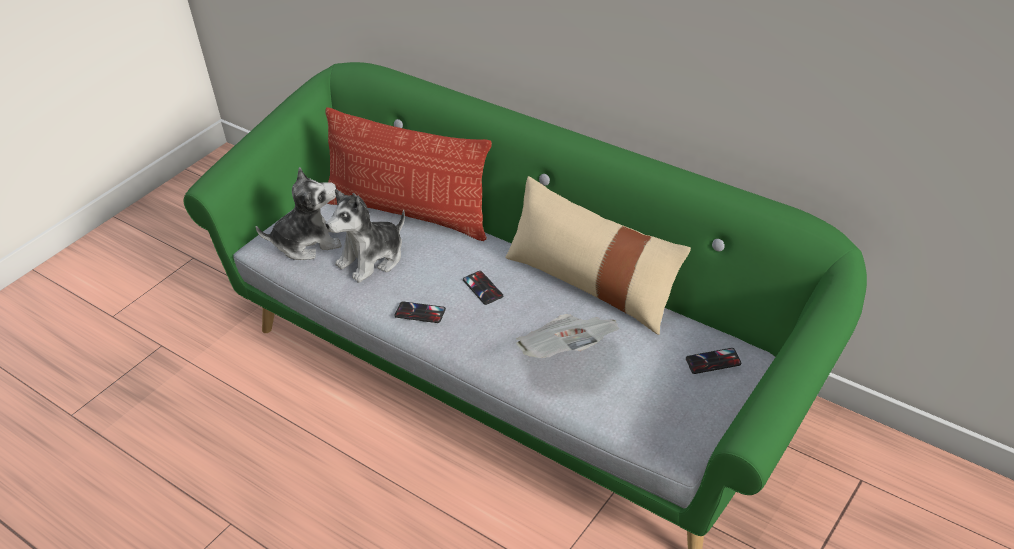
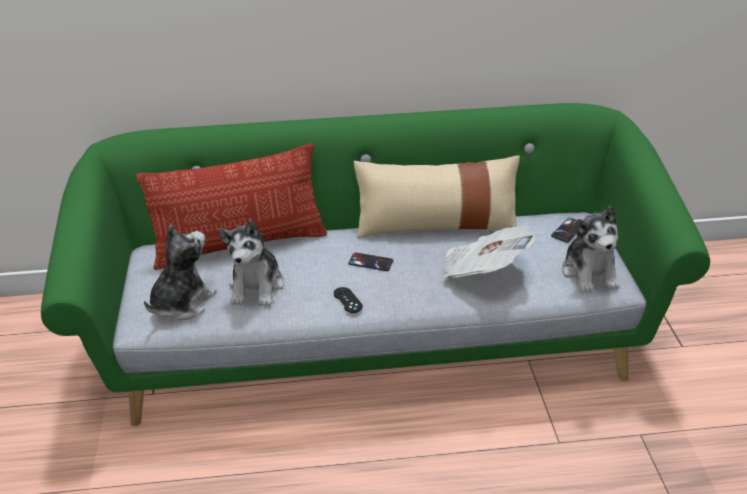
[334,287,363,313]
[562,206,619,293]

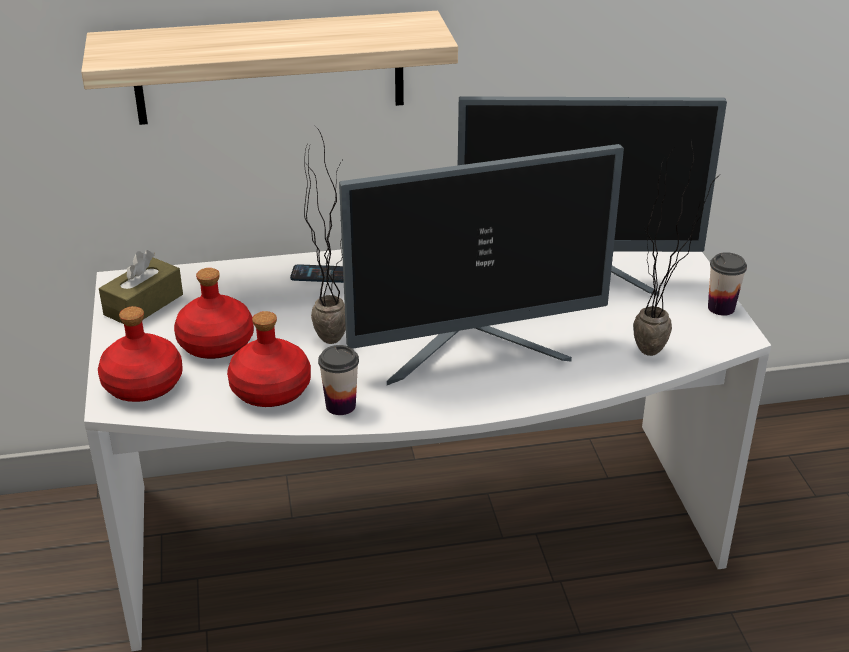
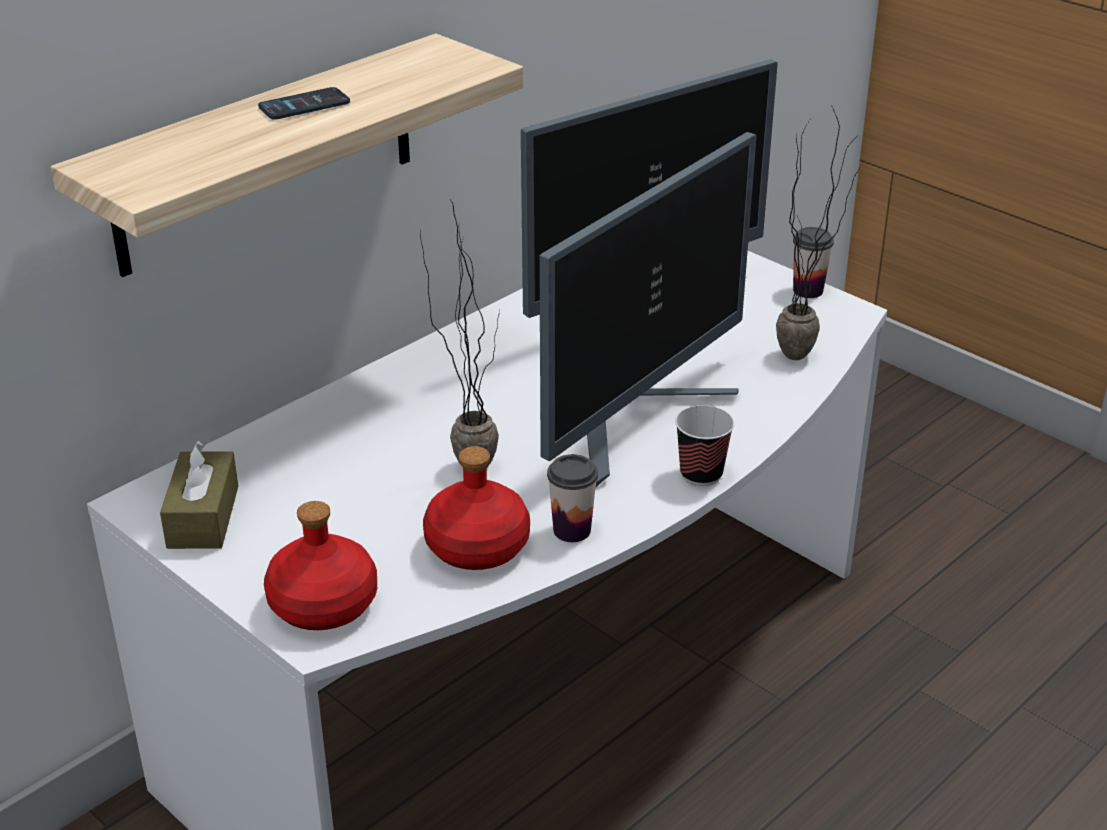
[258,87,350,120]
[174,268,254,359] (first image)
[675,405,734,486]

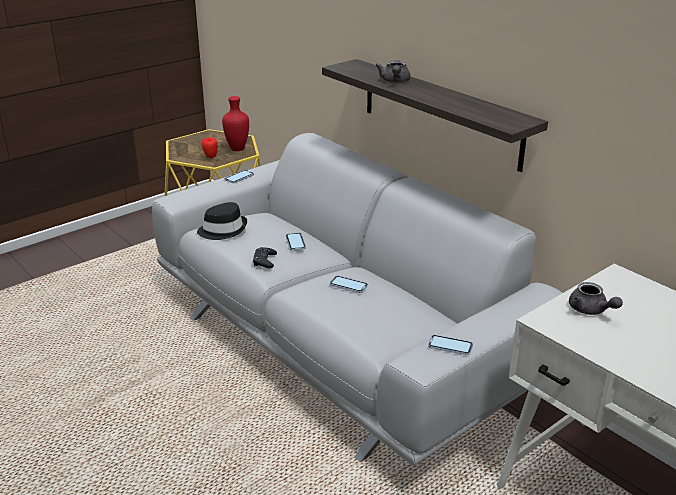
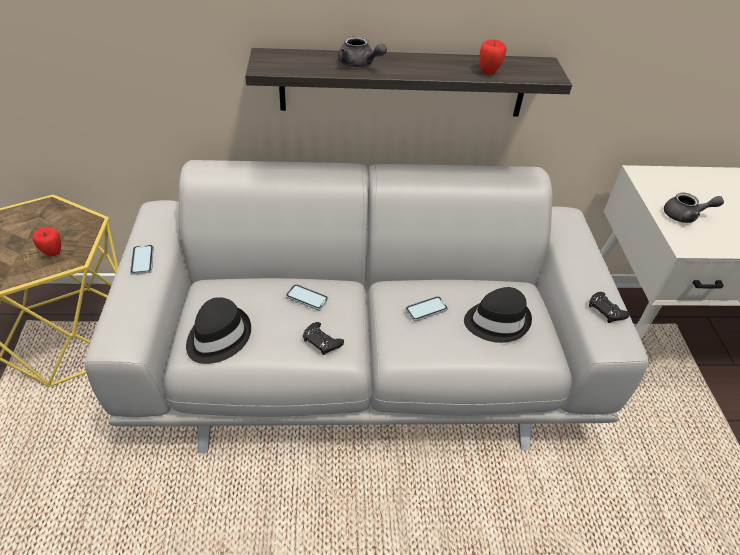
[222,96,249,151] (first image)
[589,292,630,323]
[479,39,507,75]
[464,287,532,343]

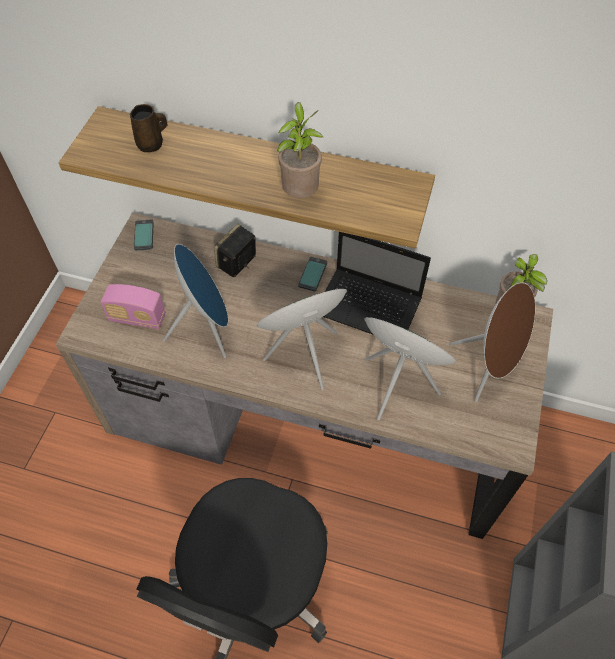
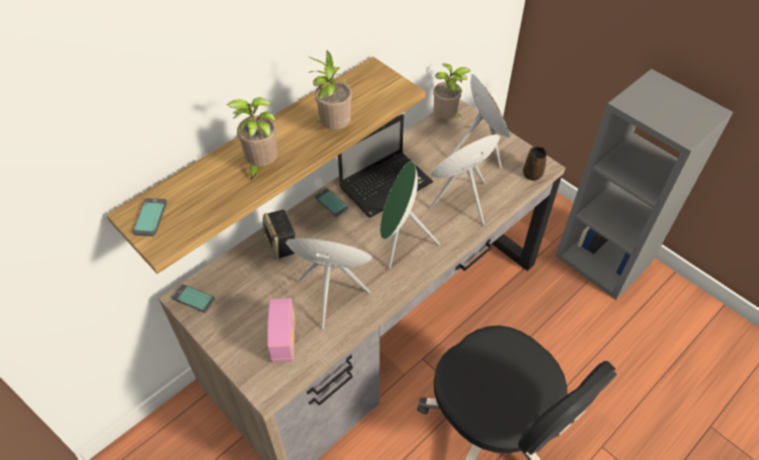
[523,146,547,181]
[267,298,295,363]
[227,97,278,181]
[133,198,167,236]

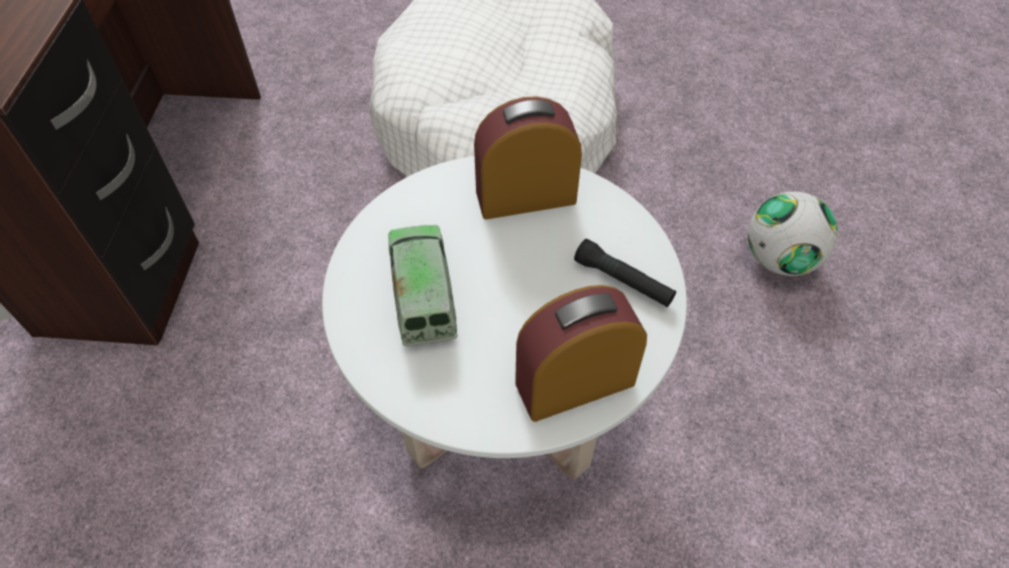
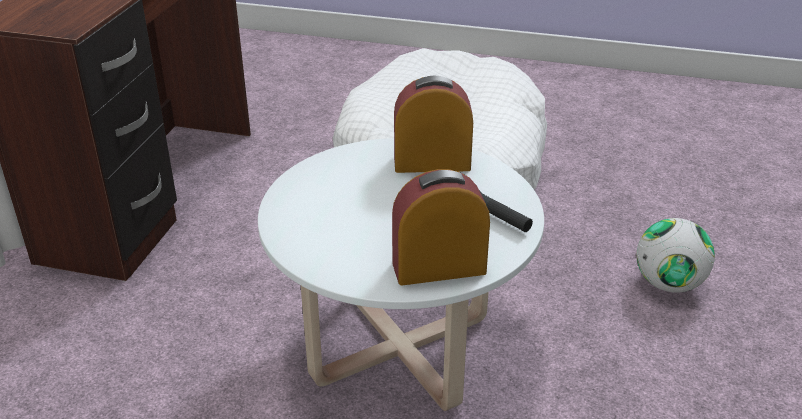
[388,225,458,346] (first image)

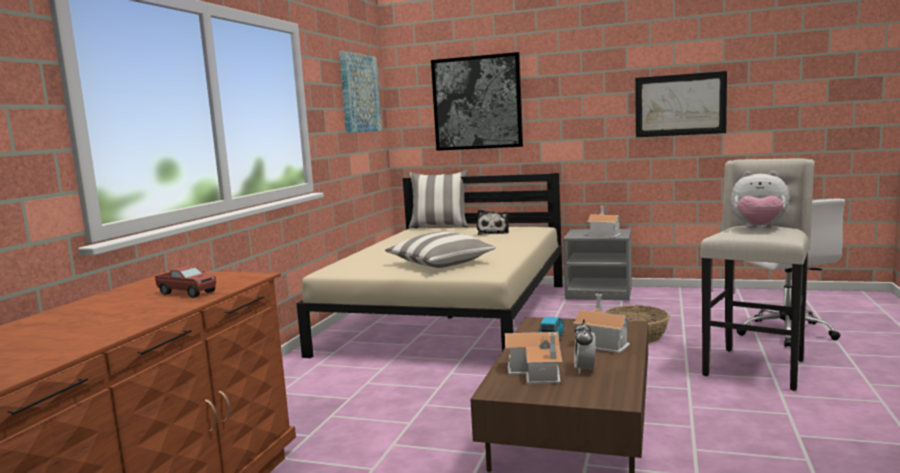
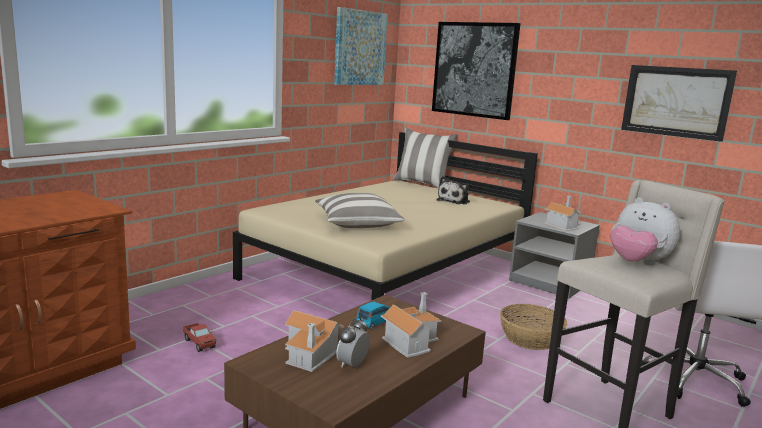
[183,323,216,352]

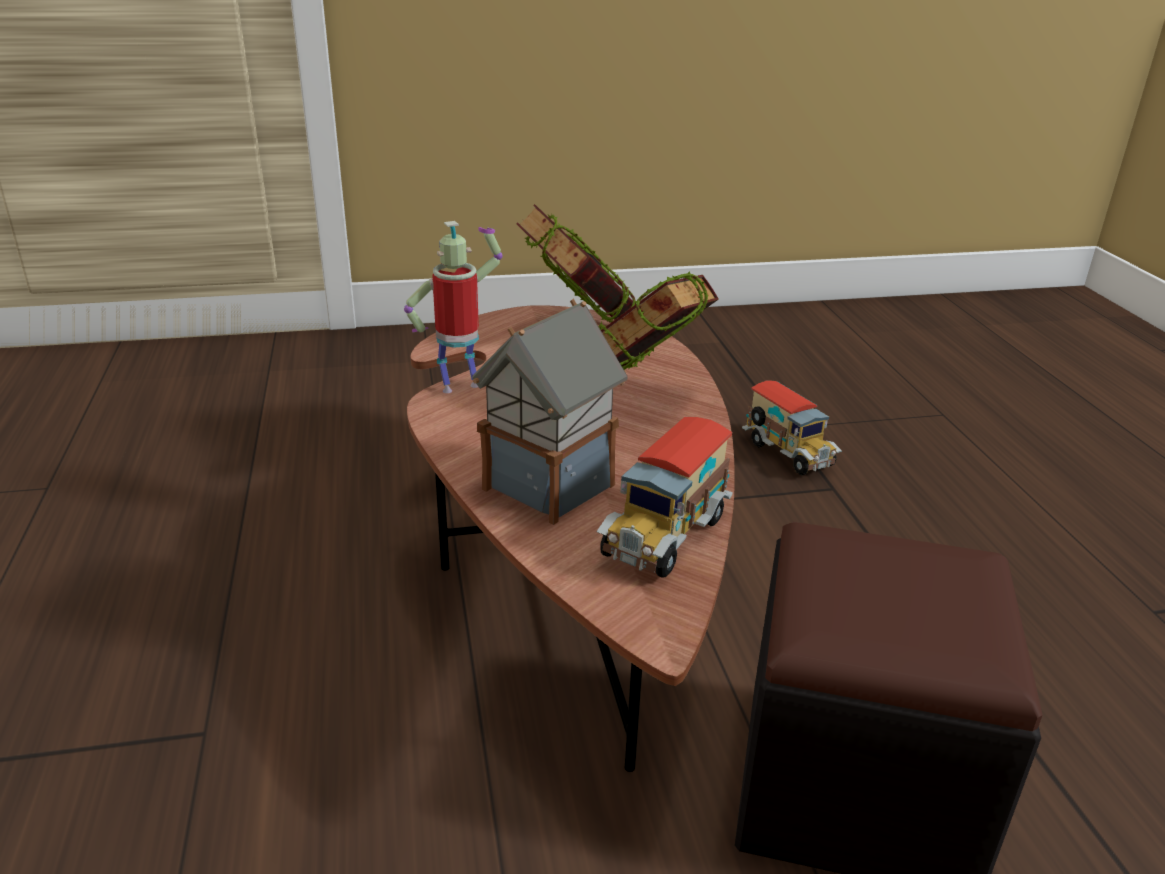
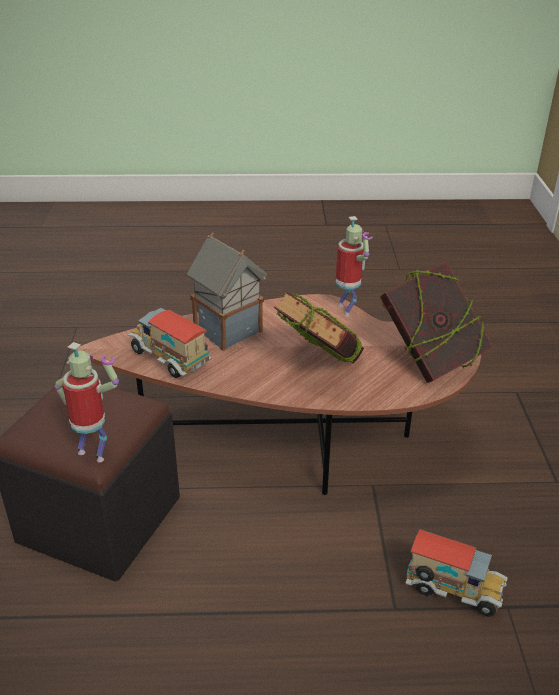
[406,530,508,617]
[55,342,119,462]

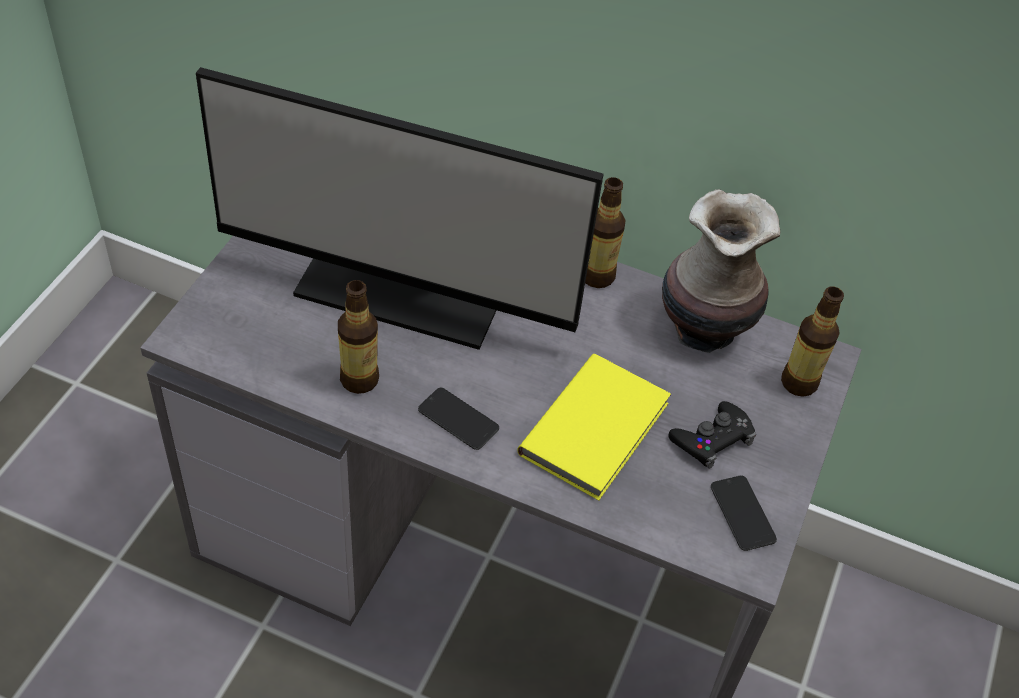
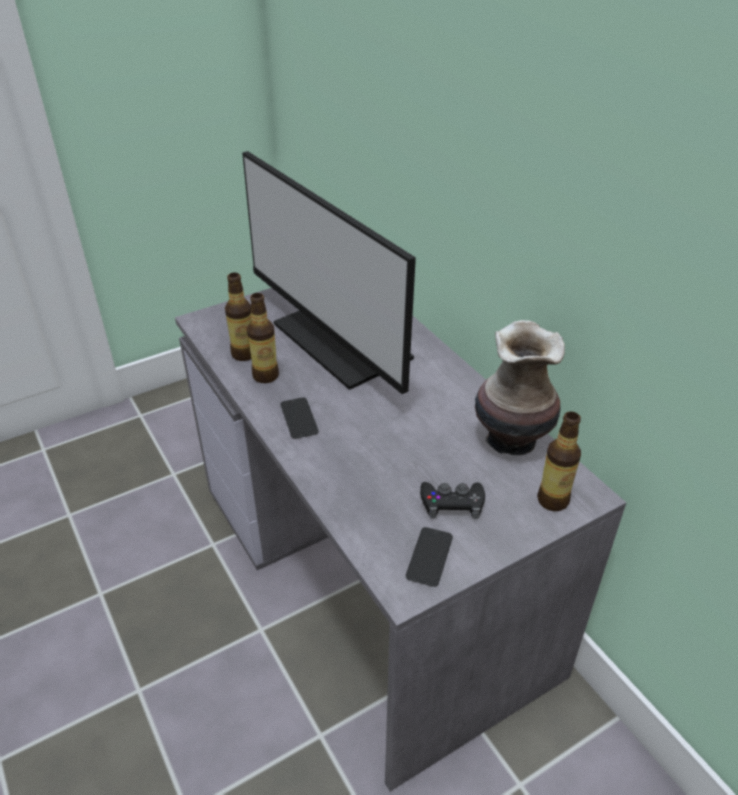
[225,272,252,361]
[517,354,671,500] (first image)

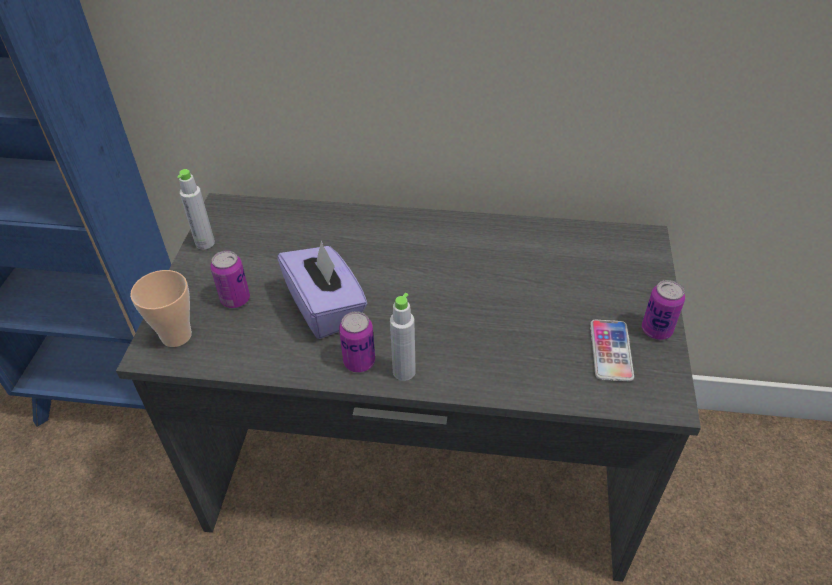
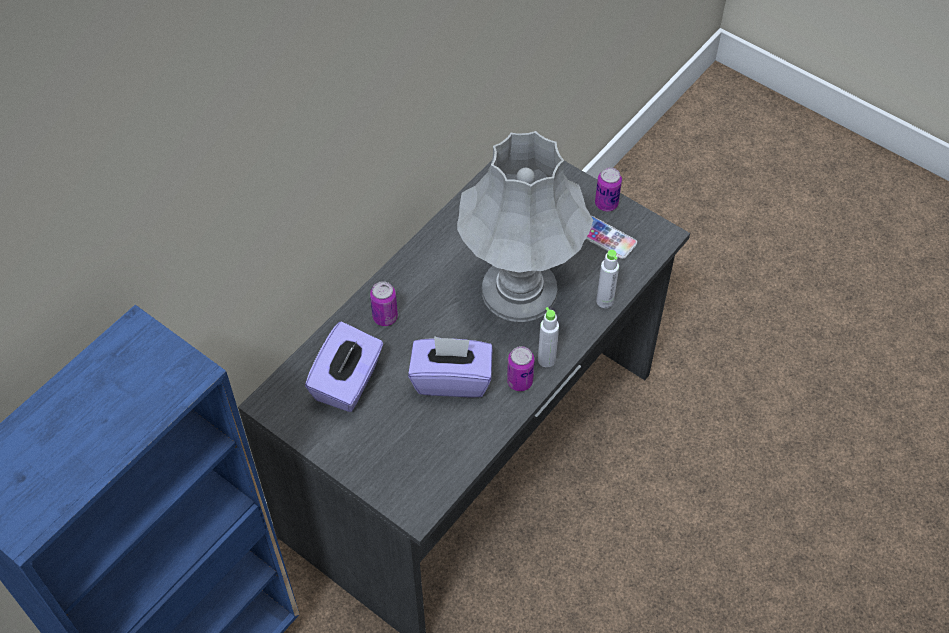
[596,250,619,308]
[370,281,398,326]
[130,270,192,347] (first image)
[457,131,593,322]
[305,321,383,412]

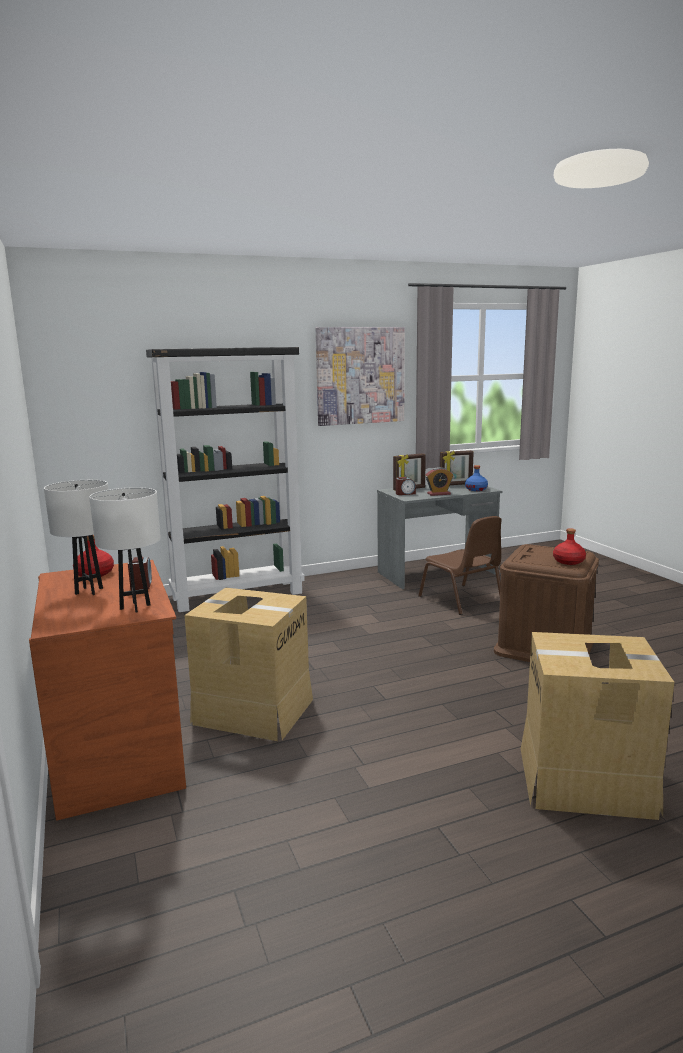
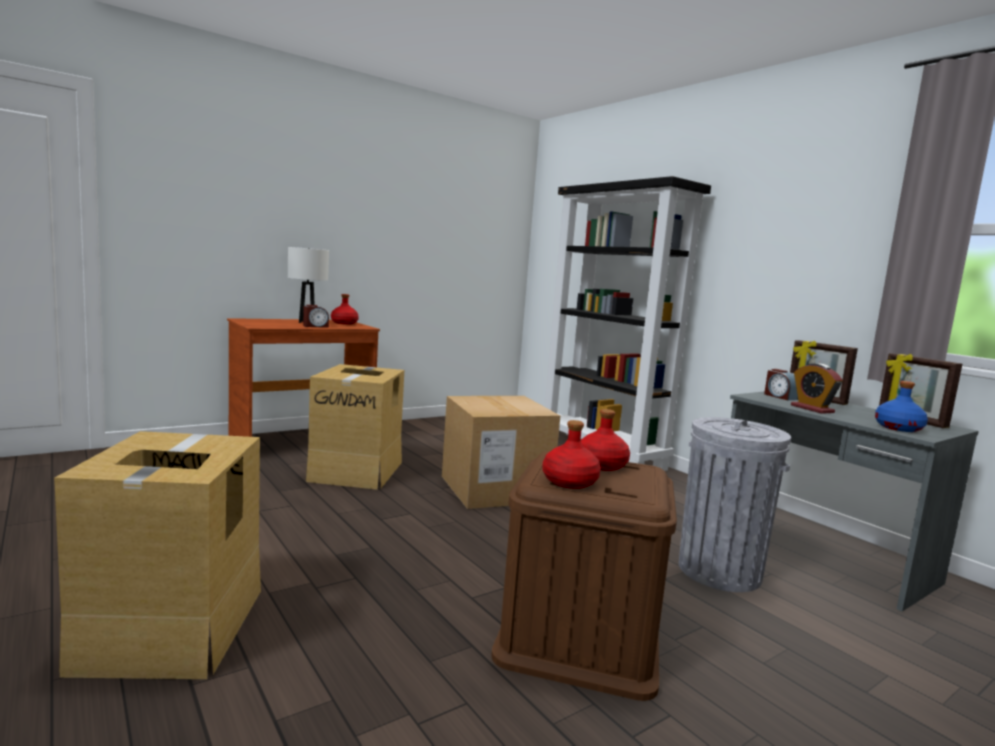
[316,327,405,426] (first image)
[89,487,161,612] (first image)
[679,417,791,592]
[442,396,560,509]
[580,409,630,471]

